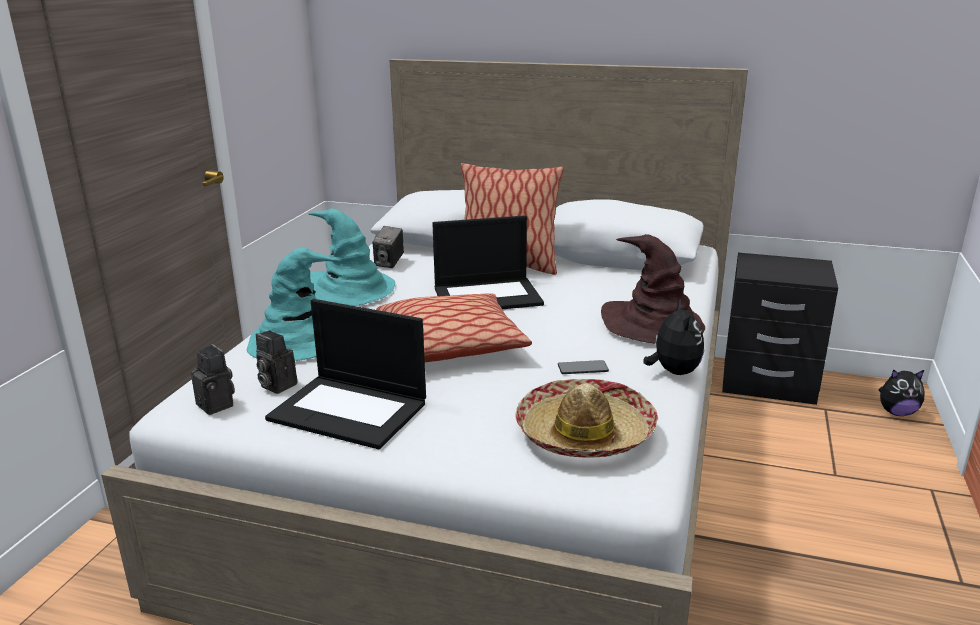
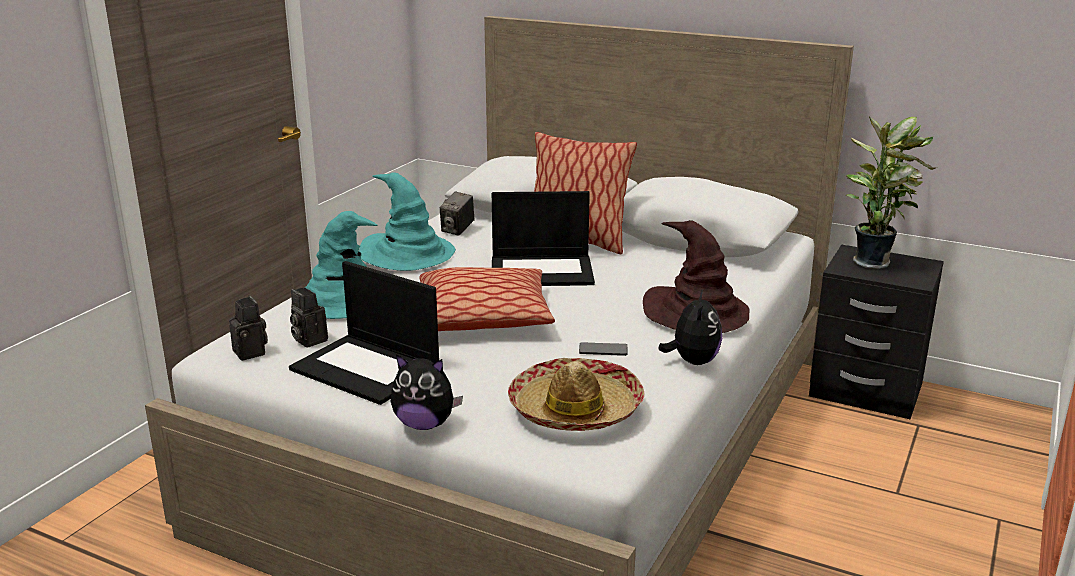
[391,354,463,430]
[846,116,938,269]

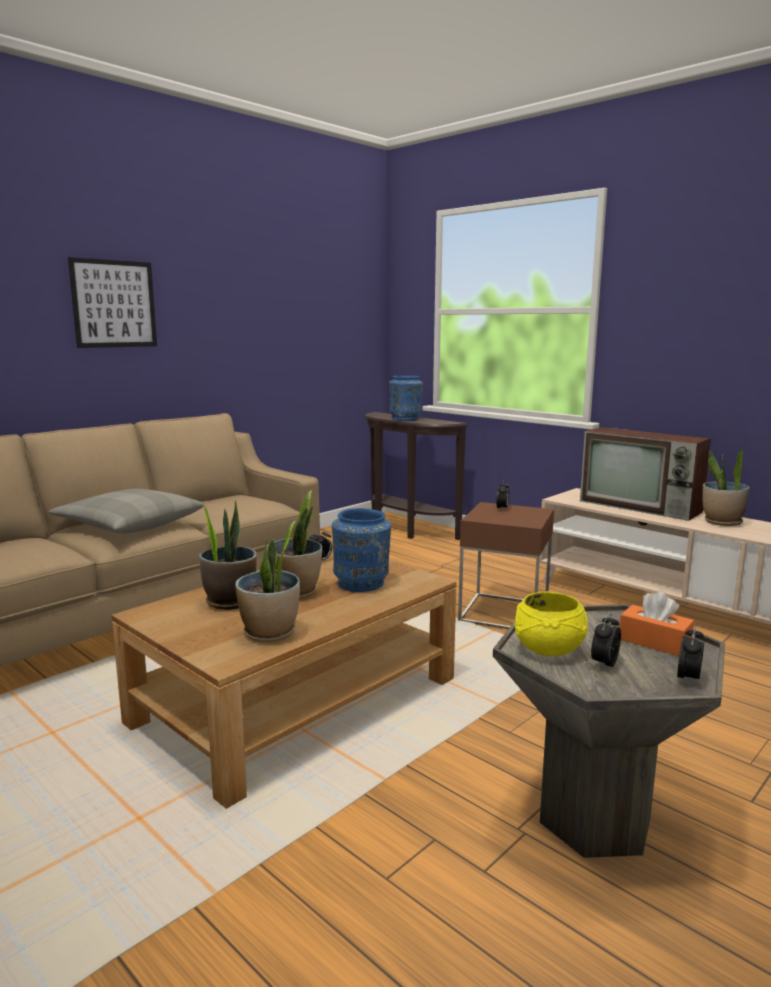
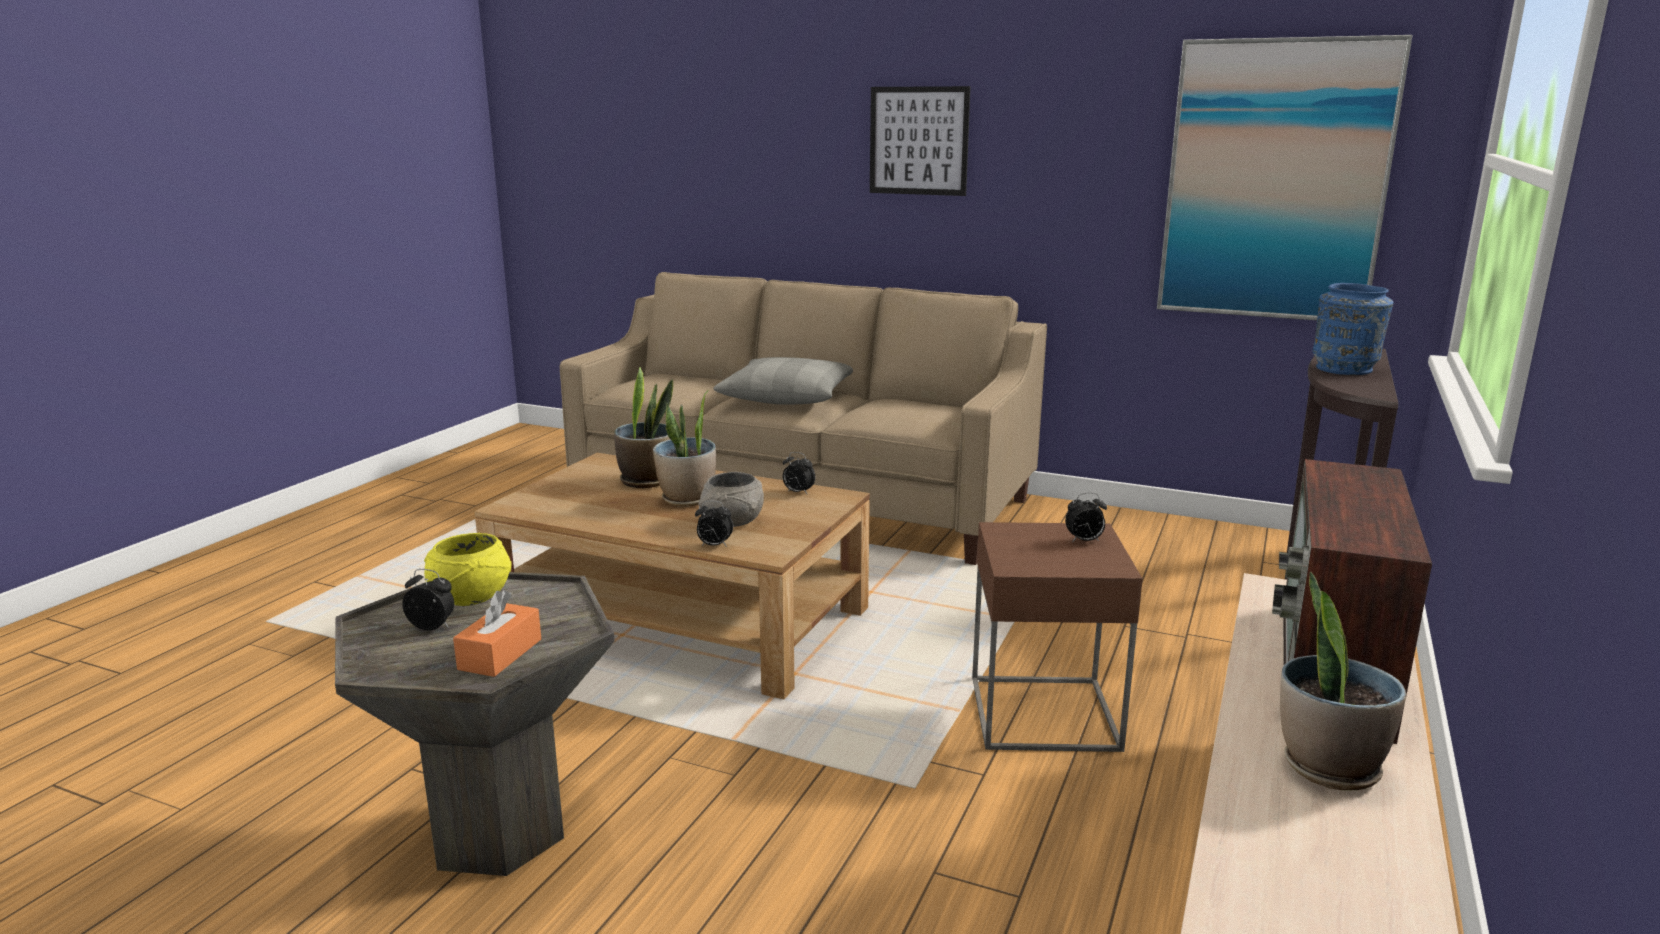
[698,472,764,527]
[235,521,300,643] (first image)
[695,500,733,547]
[1157,35,1412,320]

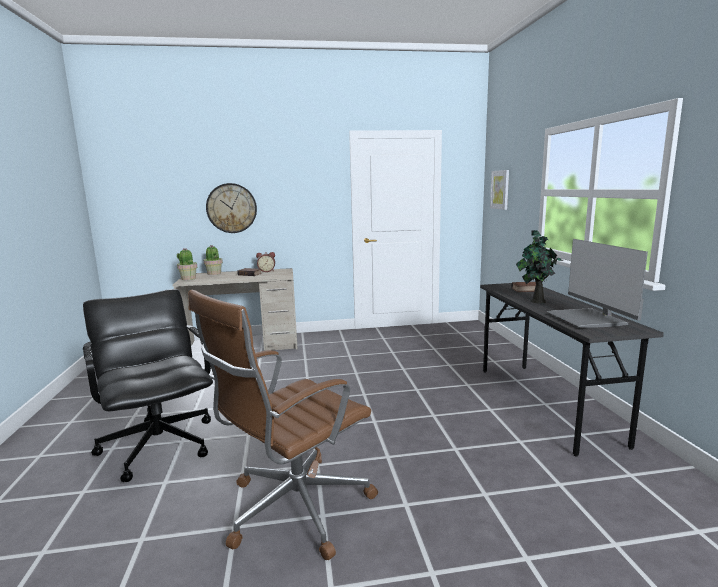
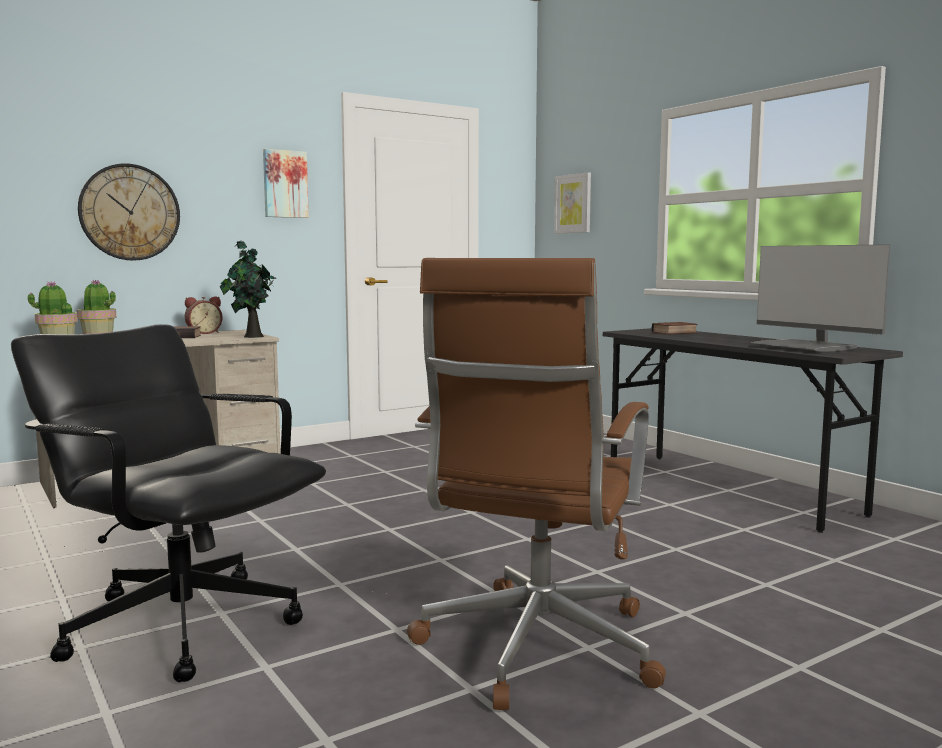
[220,240,276,338]
[263,149,309,218]

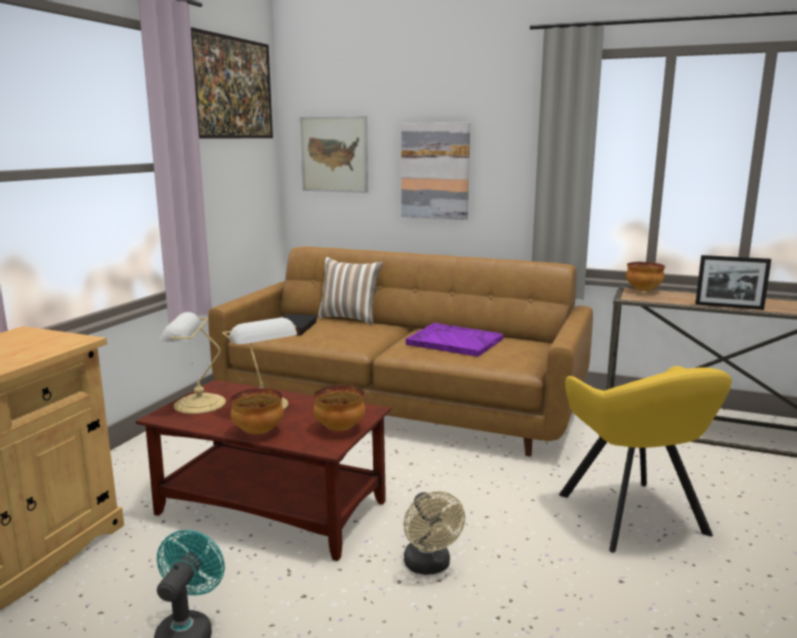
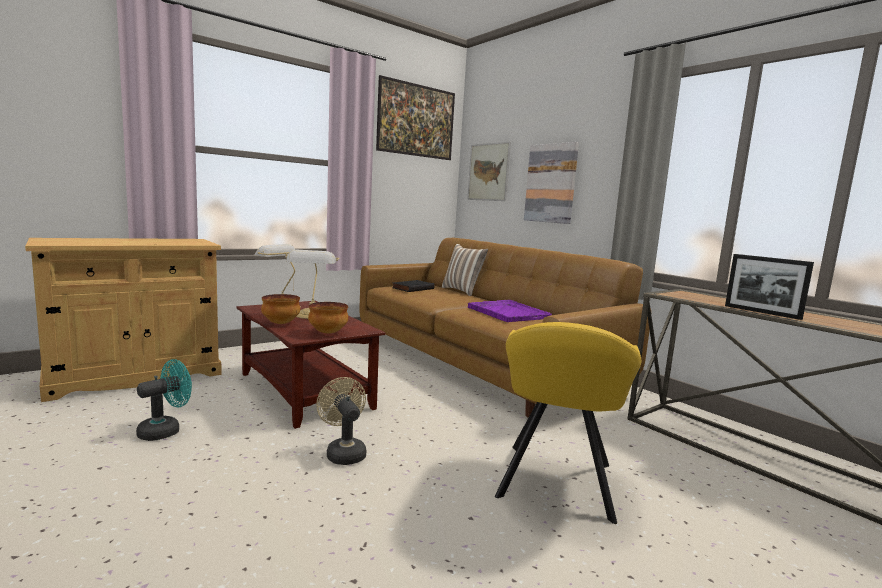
[626,262,665,291] (first image)
[316,377,367,465]

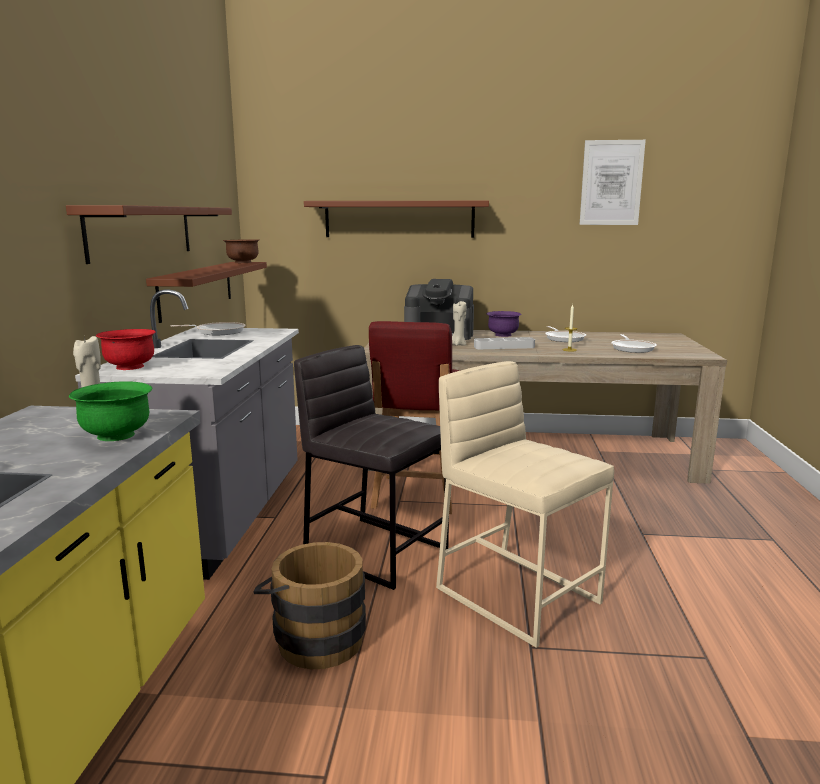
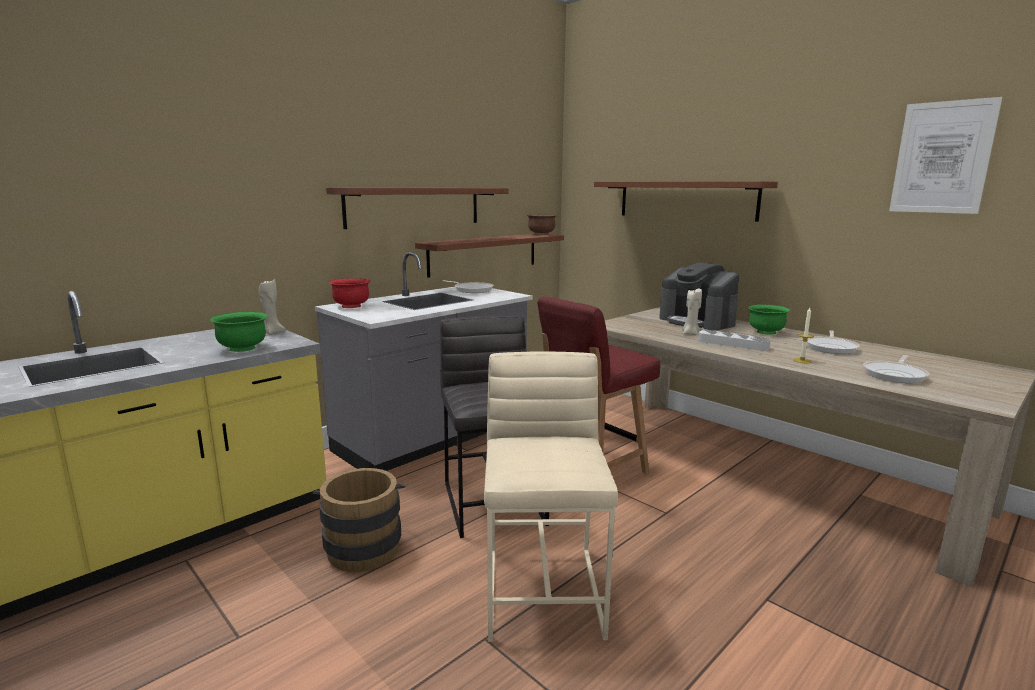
[748,304,791,335]

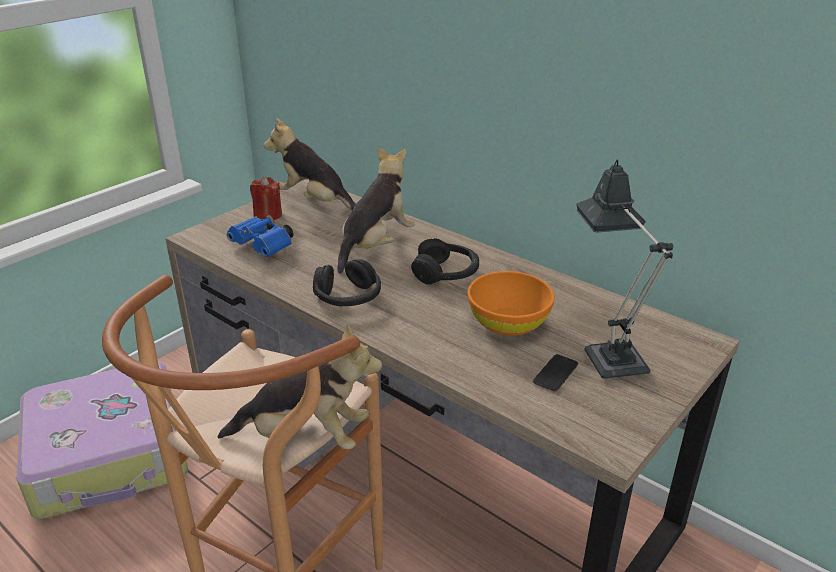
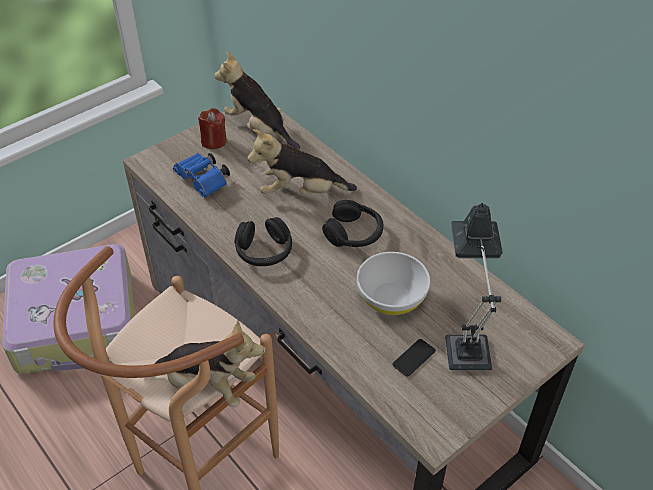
[247,129,357,194]
[357,252,430,315]

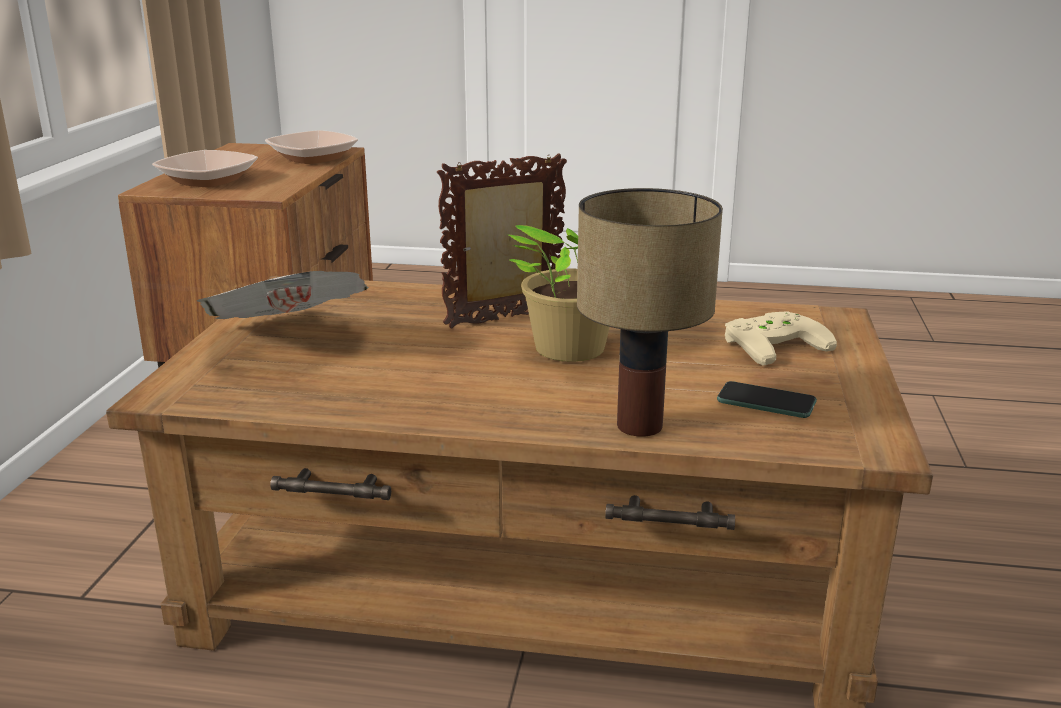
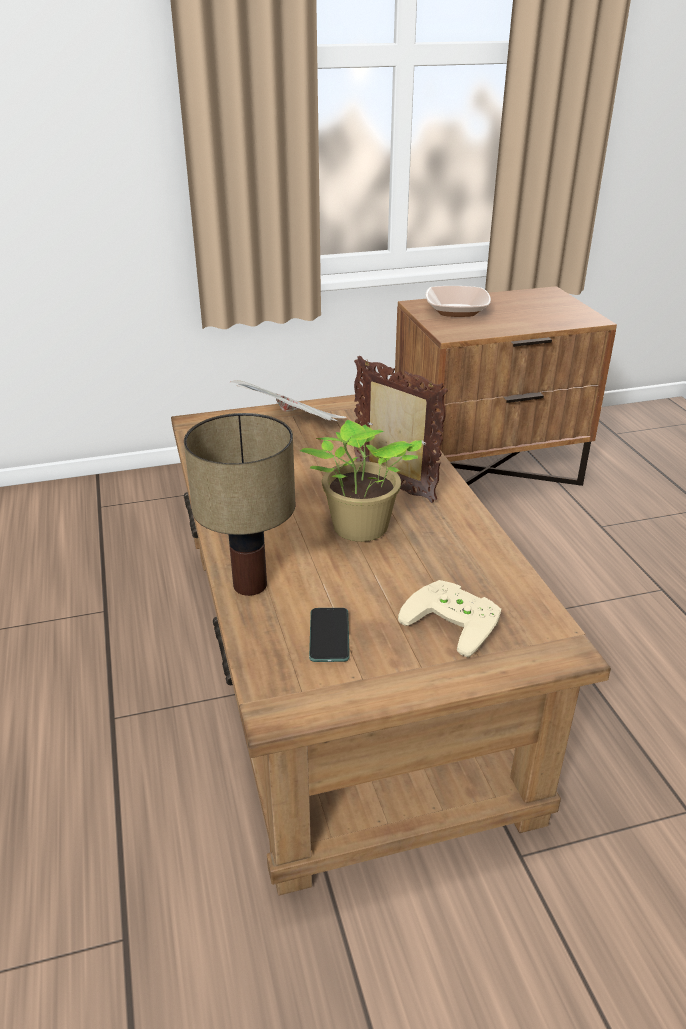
[265,130,358,164] (first image)

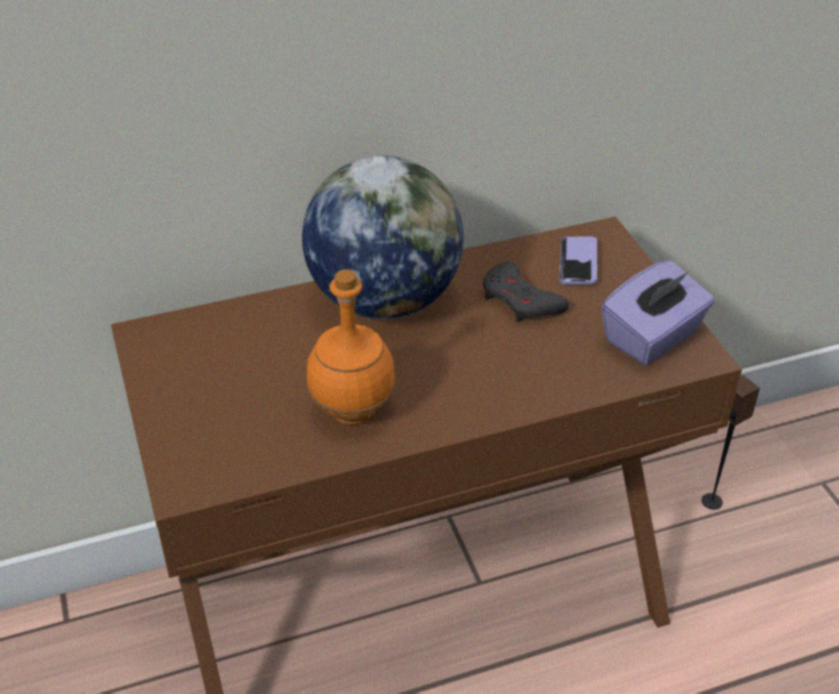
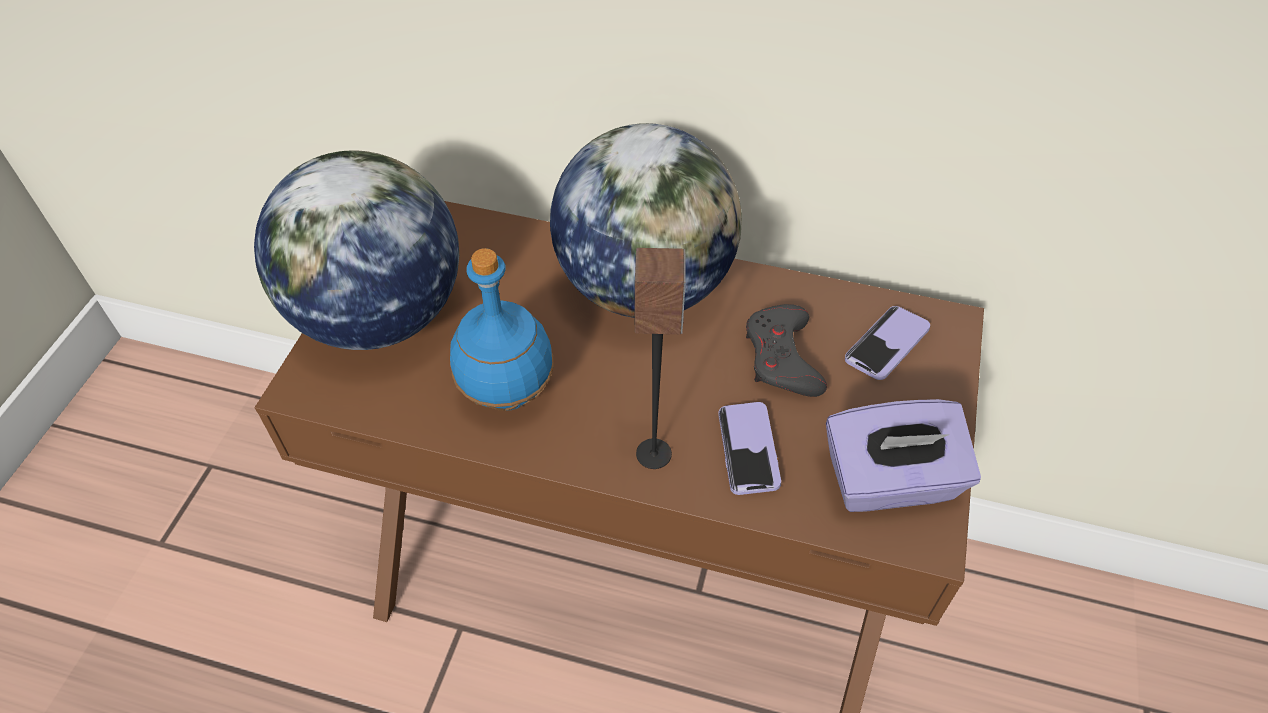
[450,248,554,411]
[634,248,686,469]
[254,151,459,350]
[718,402,781,495]

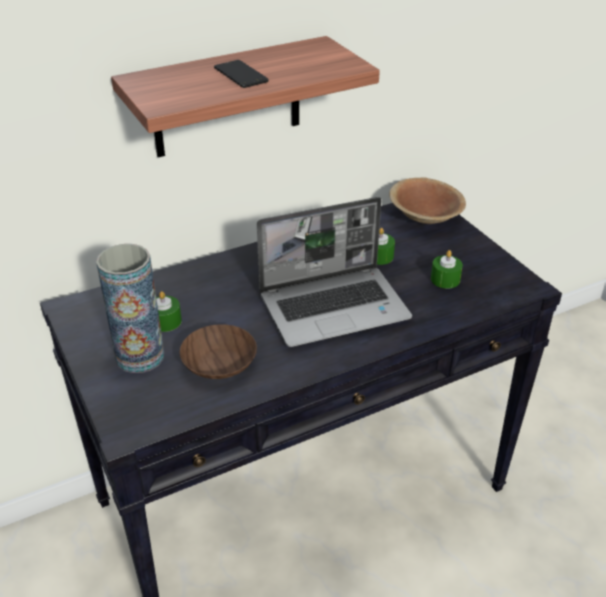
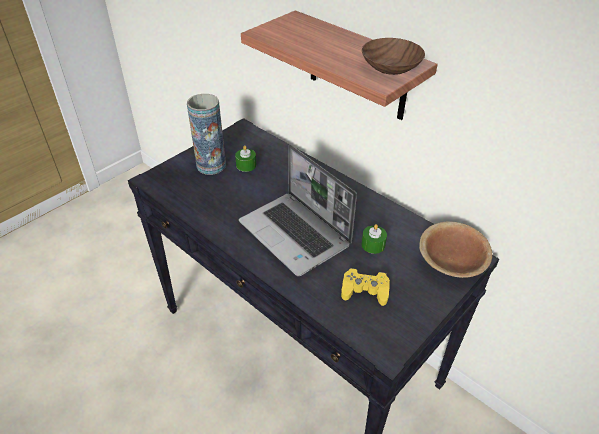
[214,60,269,88] (first image)
[341,268,390,306]
[362,38,425,75]

